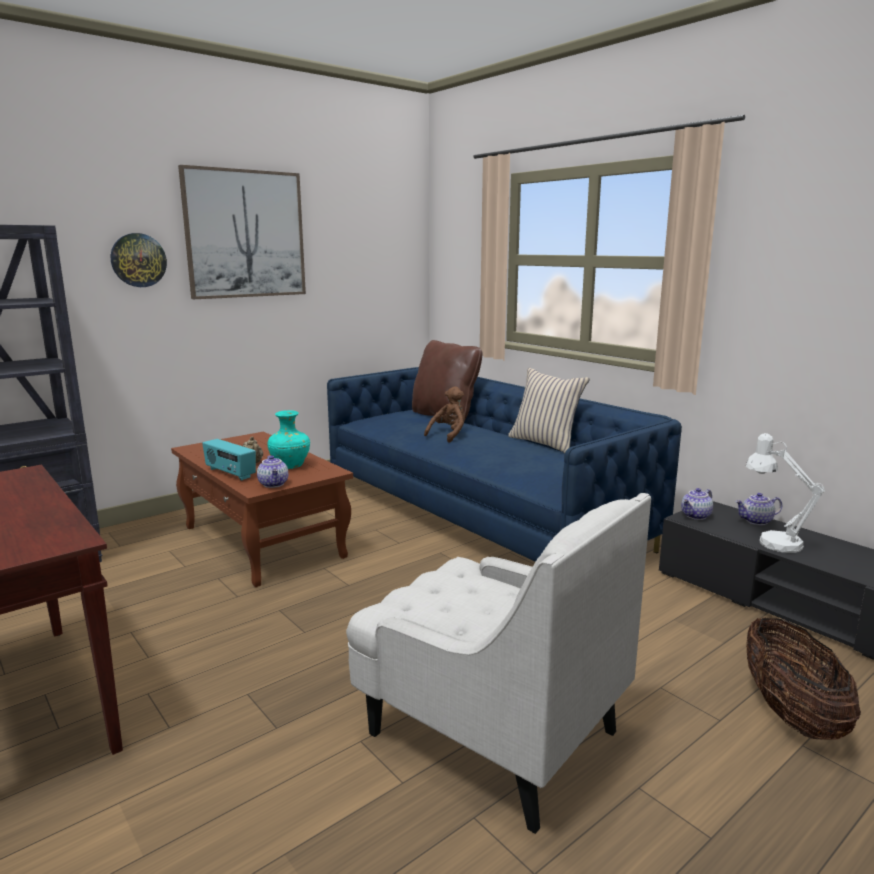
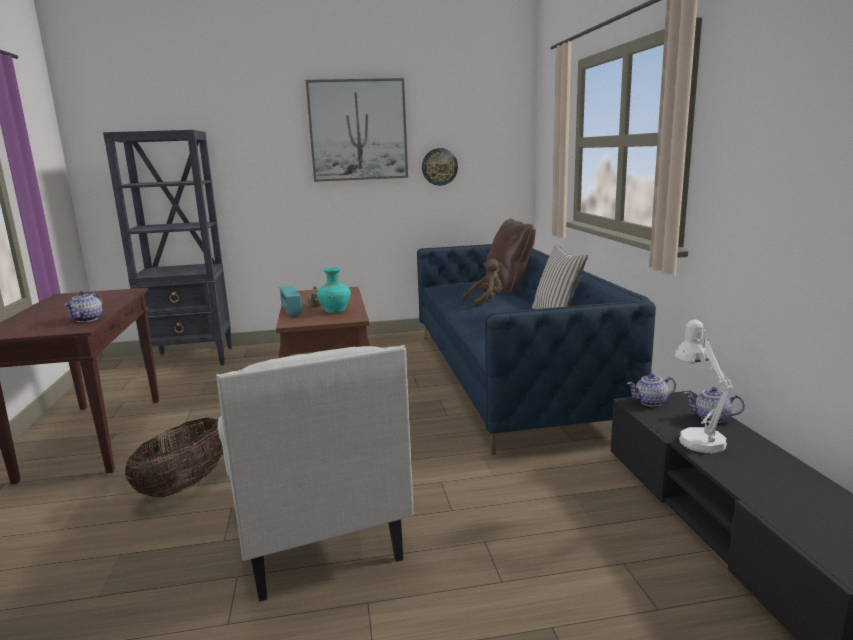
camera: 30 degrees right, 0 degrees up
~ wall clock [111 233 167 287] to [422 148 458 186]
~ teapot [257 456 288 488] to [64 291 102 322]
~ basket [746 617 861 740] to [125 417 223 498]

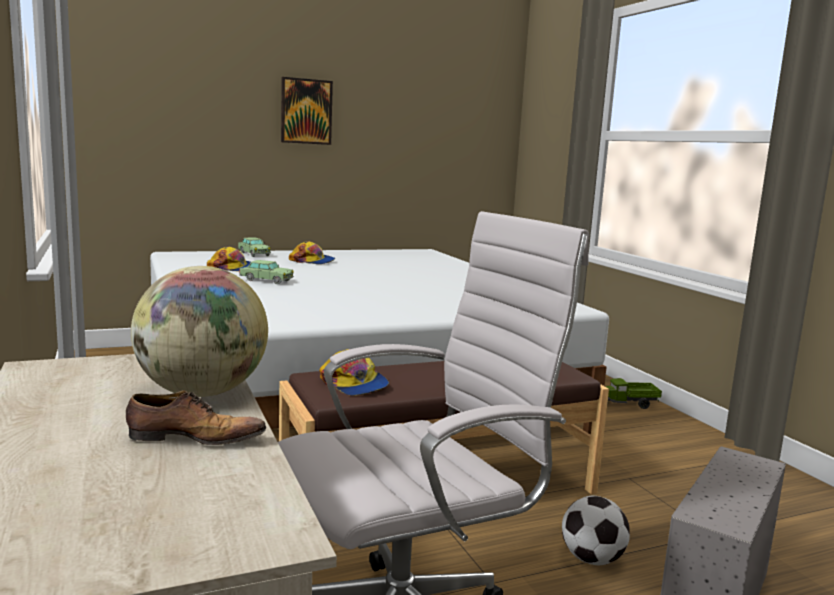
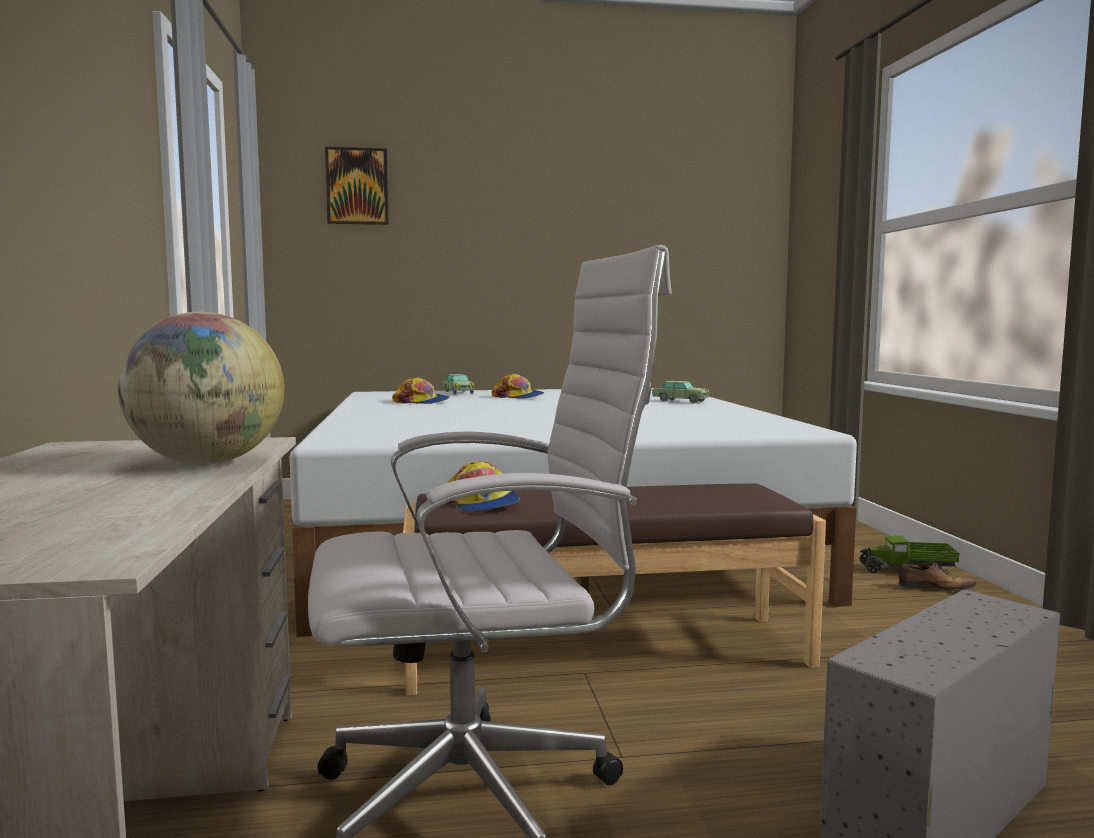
camera: 15 degrees right, 5 degrees down
~ shoe [126 390 266 445] to [898 562 977 591]
~ toy car [239 260 294 284] to [652 381 709 403]
~ picture [281 77 333 145] to [325 147 389 225]
- football [562 496 630 565]

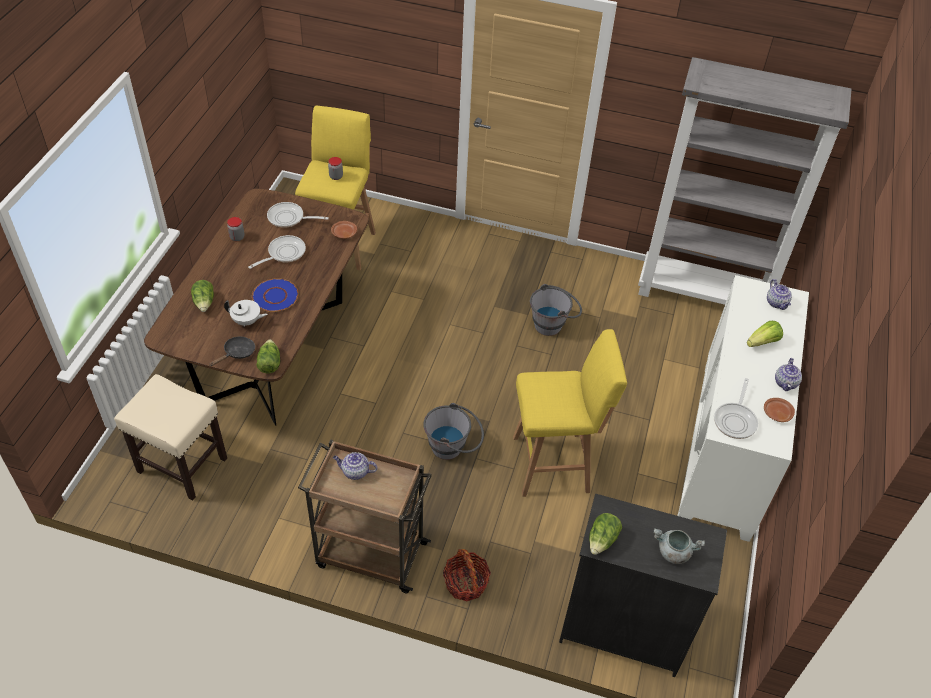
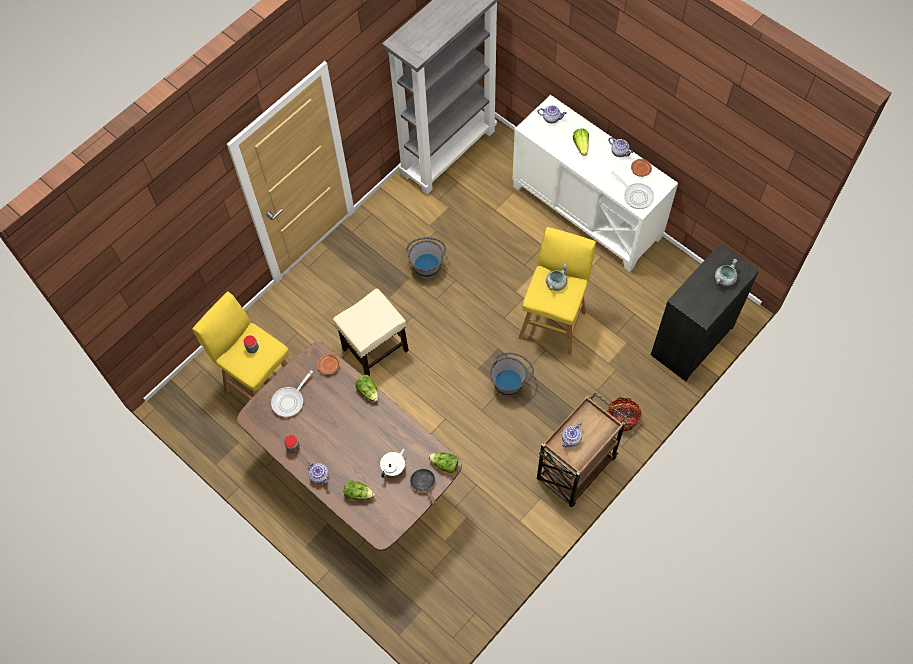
camera: 60 degrees left, 15 degrees up
~ stool in beige [114 374 227 501] to [333 288 409 376]
- frying pan [248 235 306 269]
- plate in blue [252 278 299 312]
~ lettuce [589 513 622 555] to [355 375 378 402]
+ teapot [308 460 329 485]
+ cooking pot in grey [546 264 567 291]

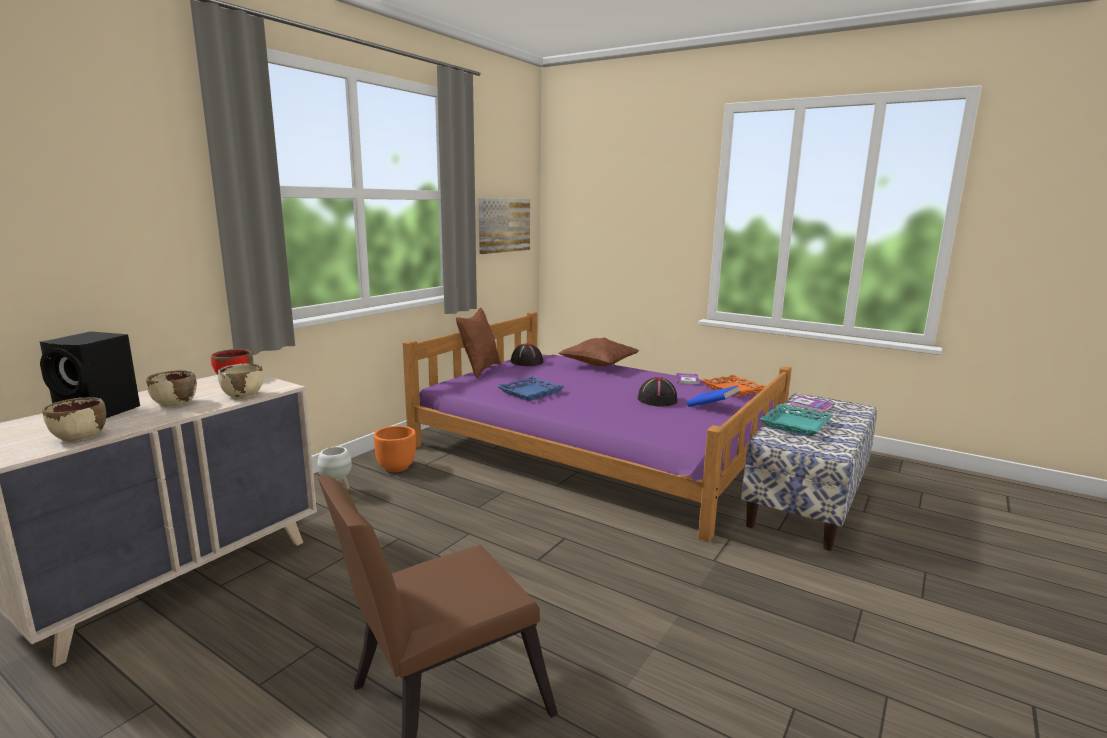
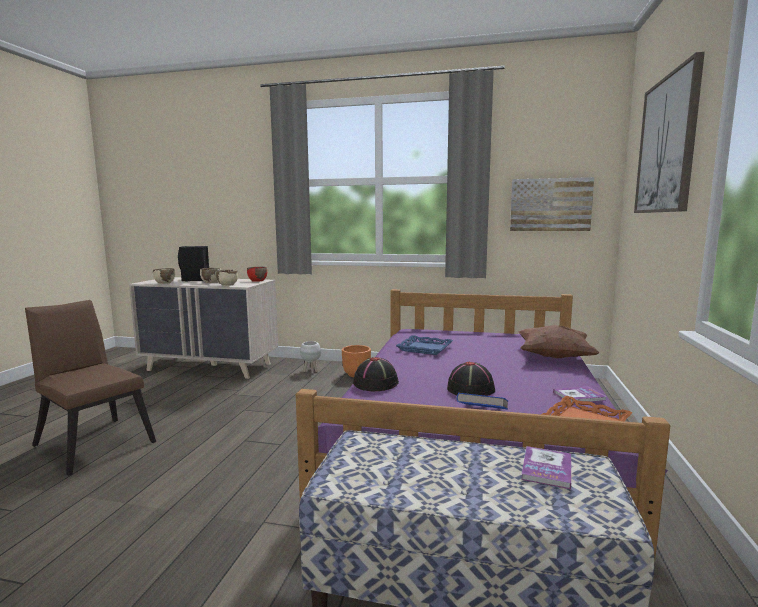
camera: 70 degrees right, 5 degrees down
- pillow in brown [456 307 500 378]
~ hat in black [511 343 544 366] to [353 357 399 391]
- tray in turquoise [760 404 834 436]
+ picture [634 52 705 213]

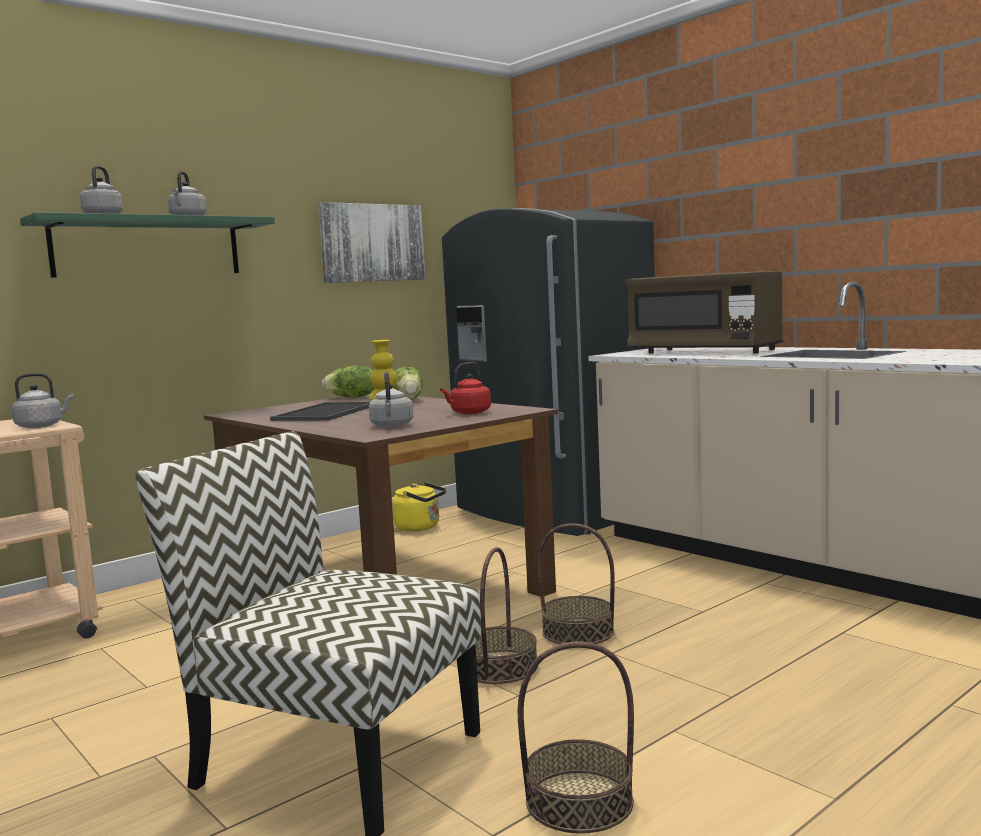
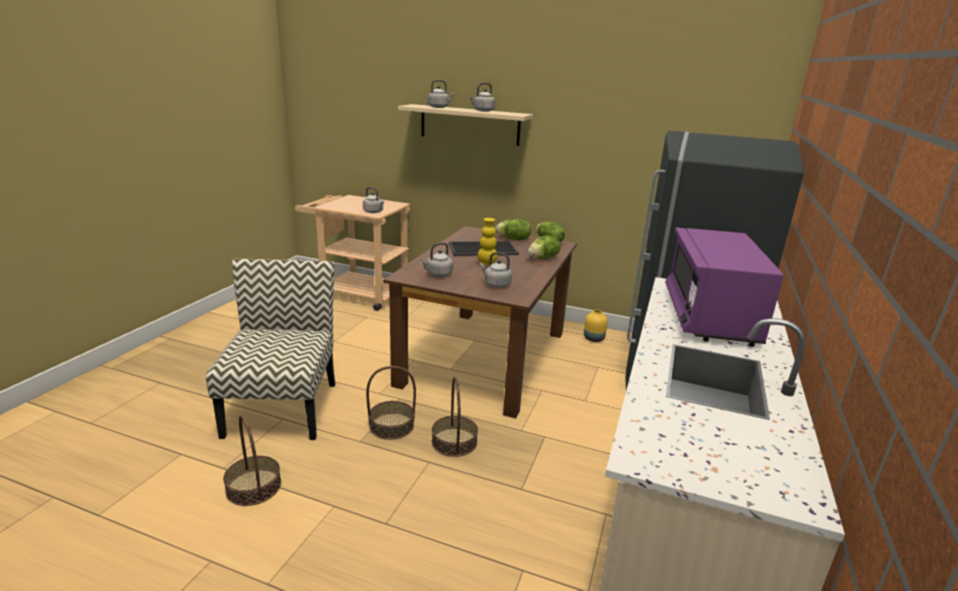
camera: 60 degrees right, 15 degrees up
~ shelf in green [20 212 275 278] to shelf in beige [398 104 533 146]
- picture [318 202 425 283]
~ kettle in yellow [392 482 446 531] to vase in yellow [584 309 608 342]
~ kettle in red [440 362 491 414] to kettle in grey [480 252 512 288]
~ microwave in brown [626 271 783 354] to microwave in purple [665 228 784 347]
+ lettuce [495 219 531 240]

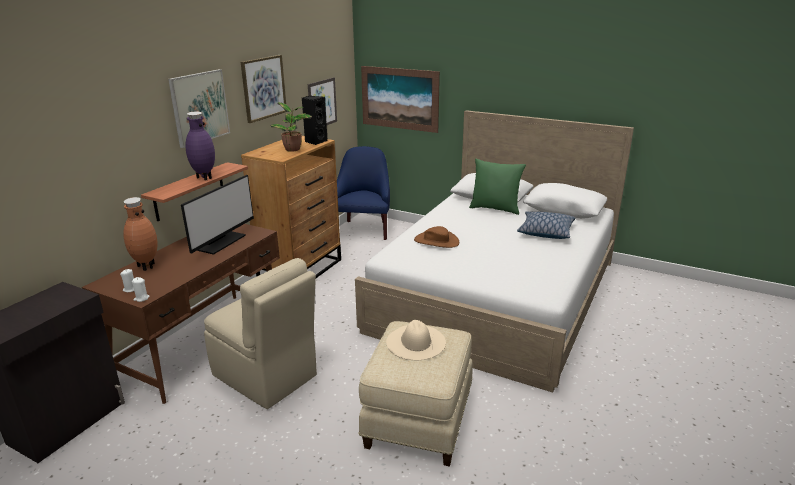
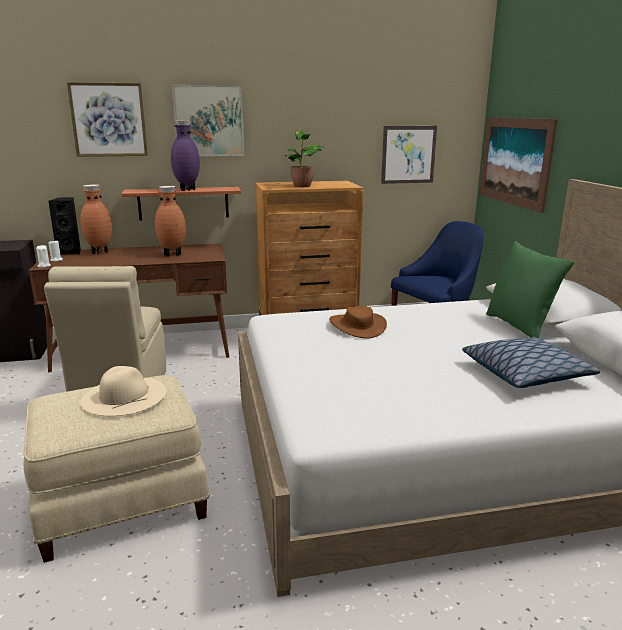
camera: 50 degrees right, 5 degrees down
~ monitor [181 175 254 255] to vase in brown [155 186 186 257]
~ picture [241 55 286 123] to [67 82 148 157]
~ speaker in black [302 96 328 145] to [48 197 81 255]

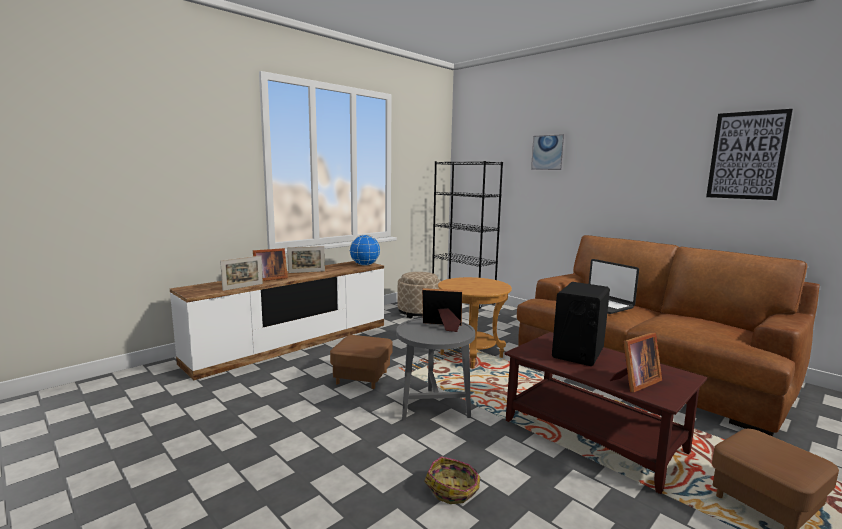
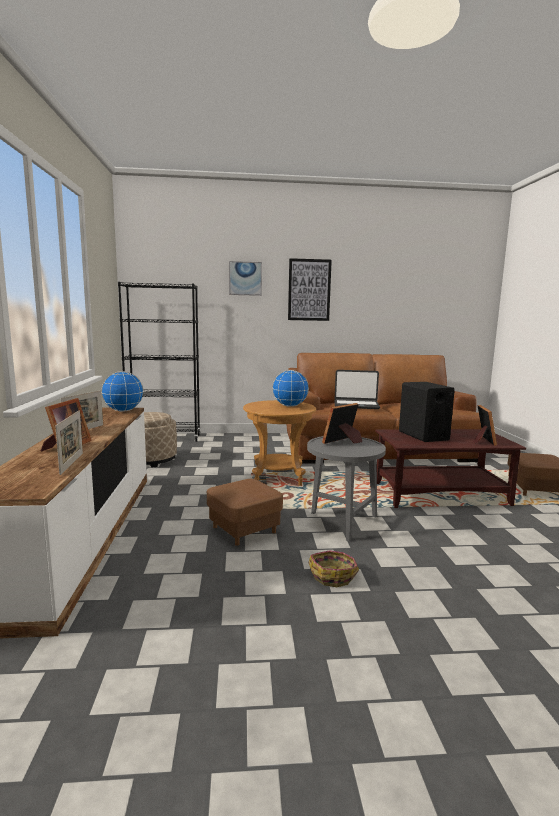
camera: 50 degrees left, 0 degrees up
~ basket [424 456 480 504] to [309 550 359 587]
~ picture [706 109 793 200] to [288 258 332 321]
+ globe [272 370 309 407]

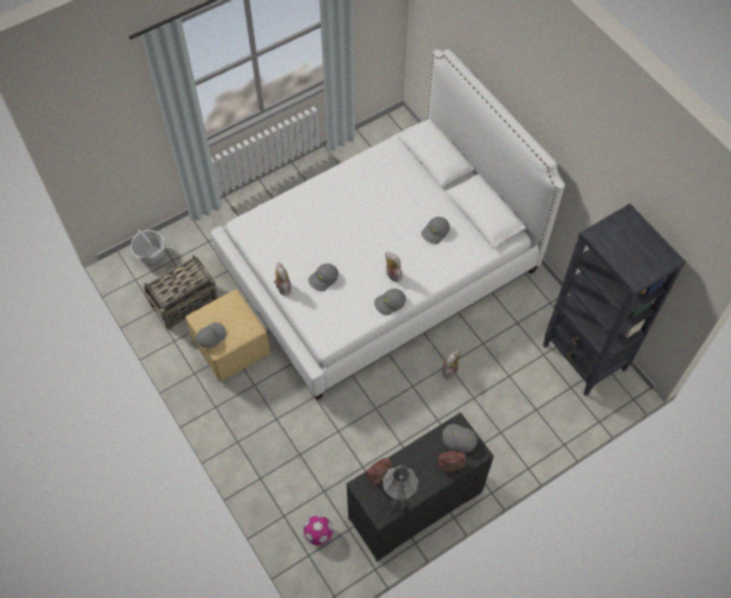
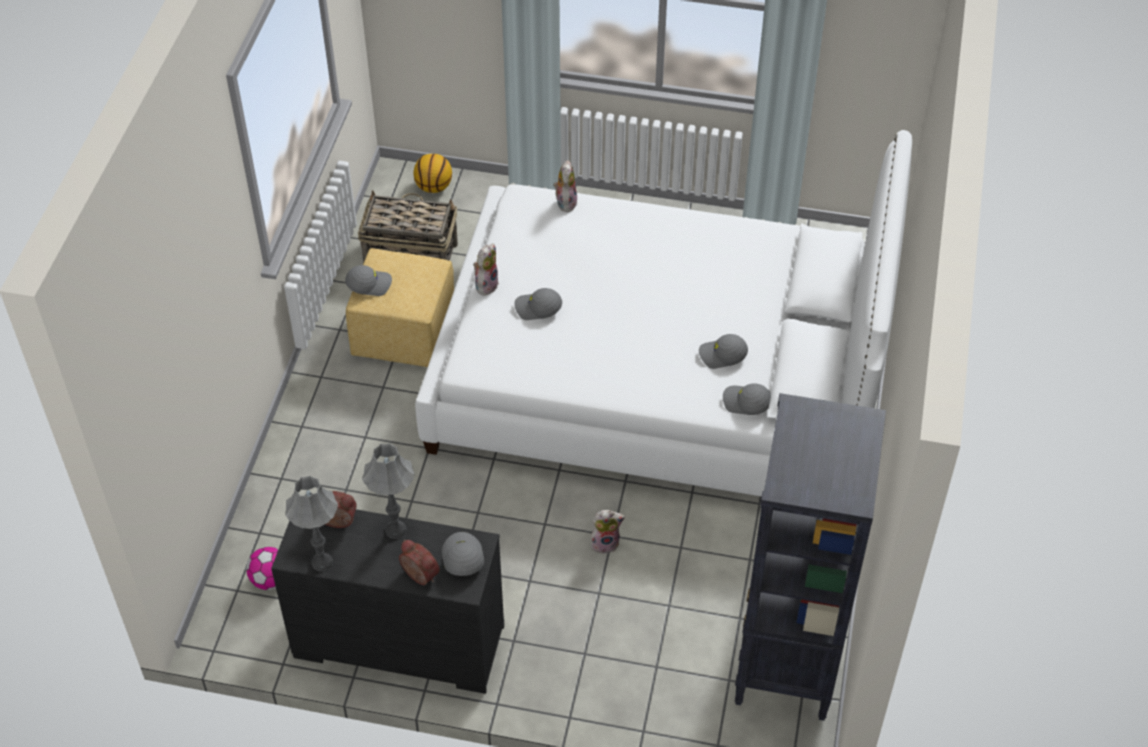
camera: 45 degrees right, 10 degrees down
~ basket [130 230 165 264] to basketball [414 154 452 193]
~ cap in grey [374 288 406 316] to [723 383 771 415]
~ plush toy [386 252 402 282] to [553 161 577 212]
+ table lamp in grey [362 443 414 539]

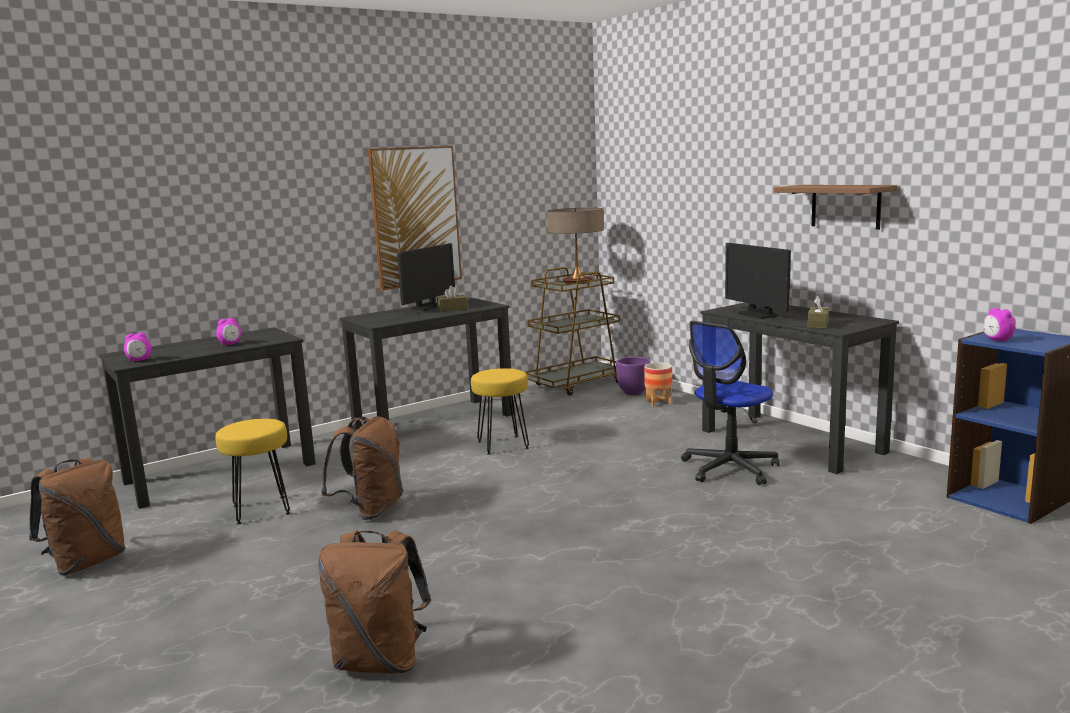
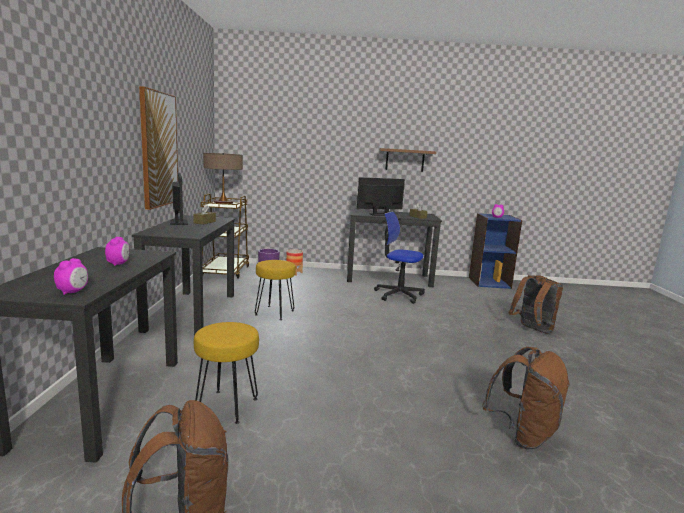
camera: 55 degrees left, 0 degrees up
~ backpack in brown [321 416 403 520] to [509 275 563 334]
~ office chair [681 321 779 485] = [374 212 425 304] 120 degrees clockwise
~ monitor [725 243 791 319] = [357 177 405 216] 150 degrees clockwise

